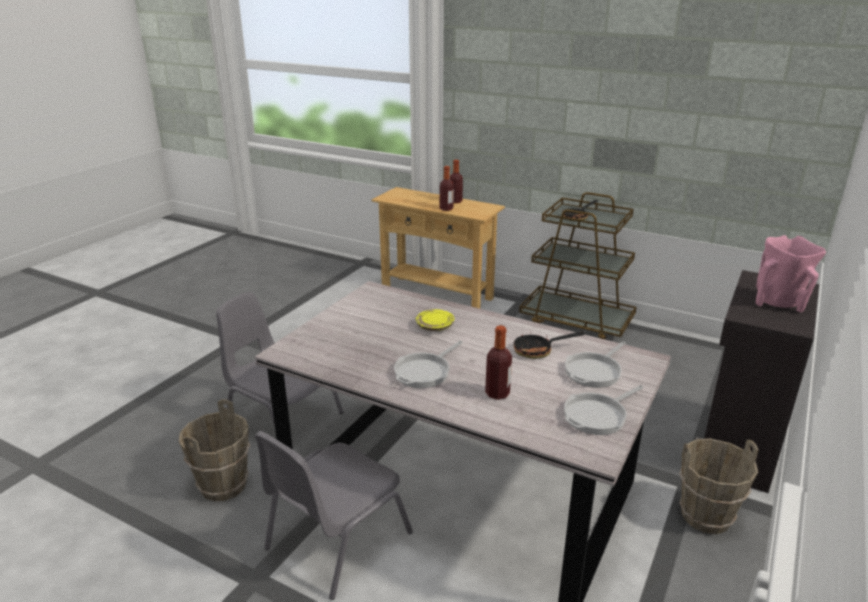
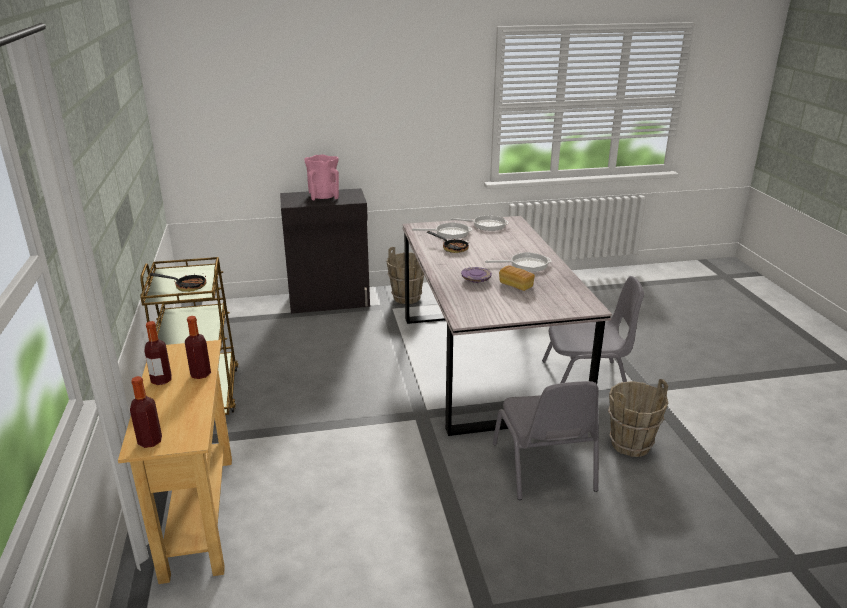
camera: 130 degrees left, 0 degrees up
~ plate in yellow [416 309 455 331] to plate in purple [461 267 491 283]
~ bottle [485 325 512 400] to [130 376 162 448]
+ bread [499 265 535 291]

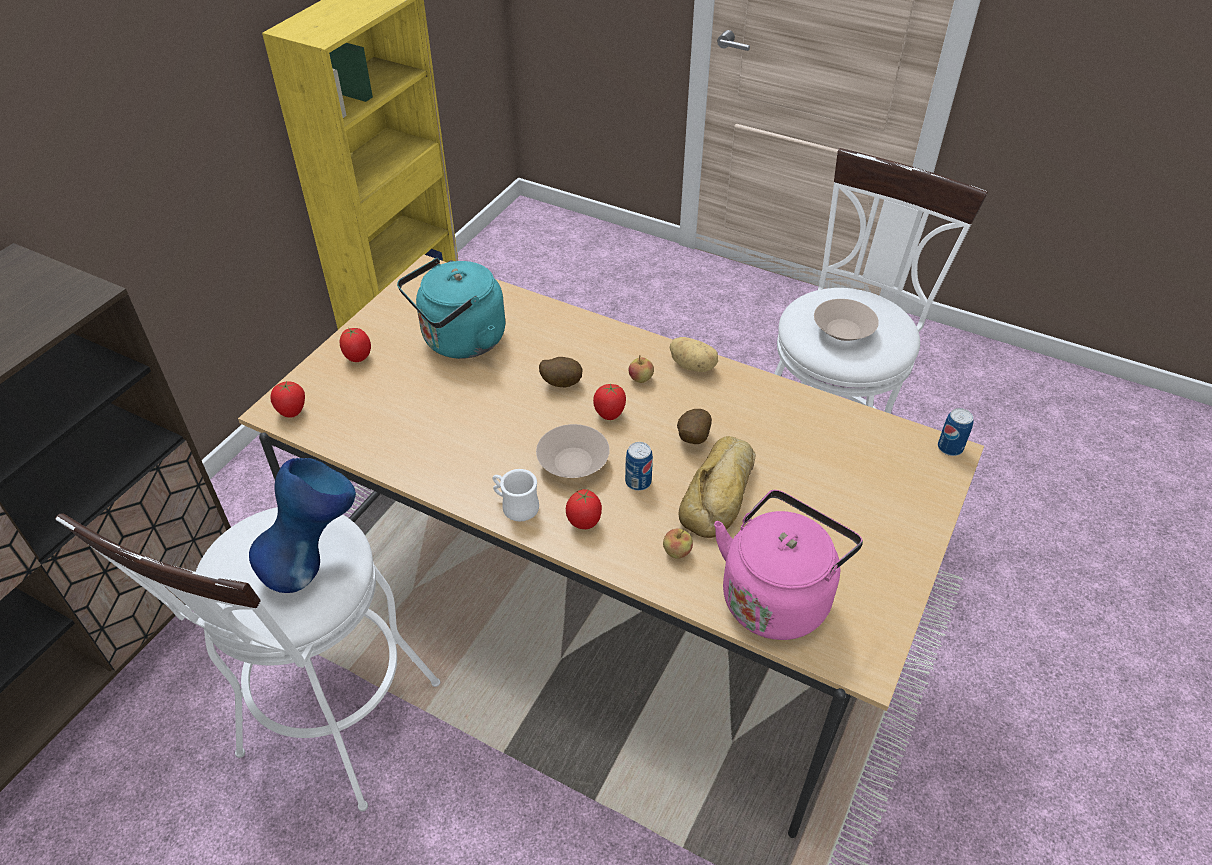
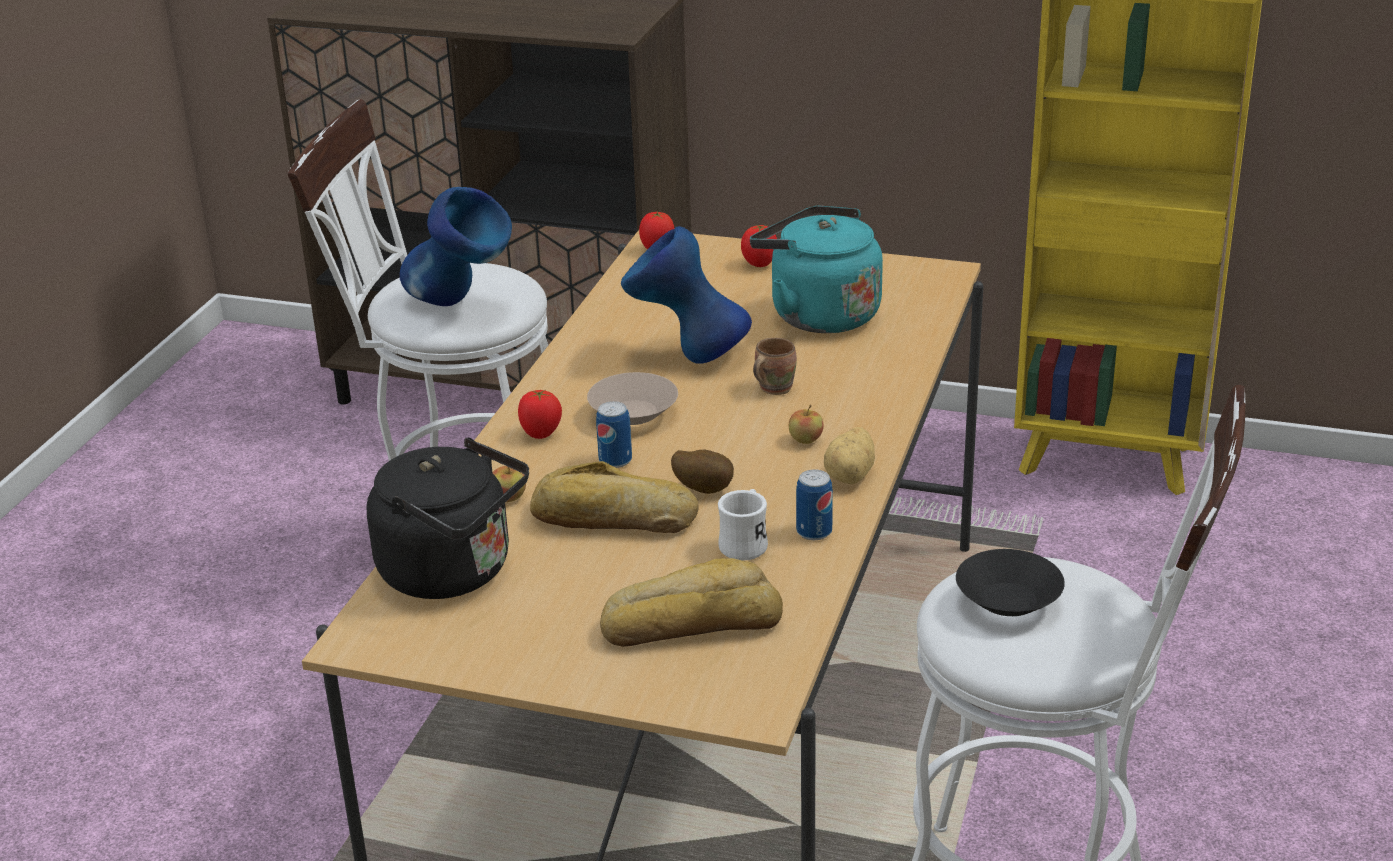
camera: 80 degrees right, 15 degrees down
~ mug in white [492 469 539 521] to [718 489 768 561]
~ potato [539 357 582 387] to mug in brown [753 338 797 395]
- tomato [593 383 626 420]
~ kettle in pink [714 490 863 640] to kettle in black [366 438 529 599]
~ bowl in beige [814 299 879 341] to bowl in black [956 549 1065 616]
~ can [938 408 974 456] to [796 469 833 540]
+ bread [600 558 783 647]
+ vase in blue [621 226 752 364]

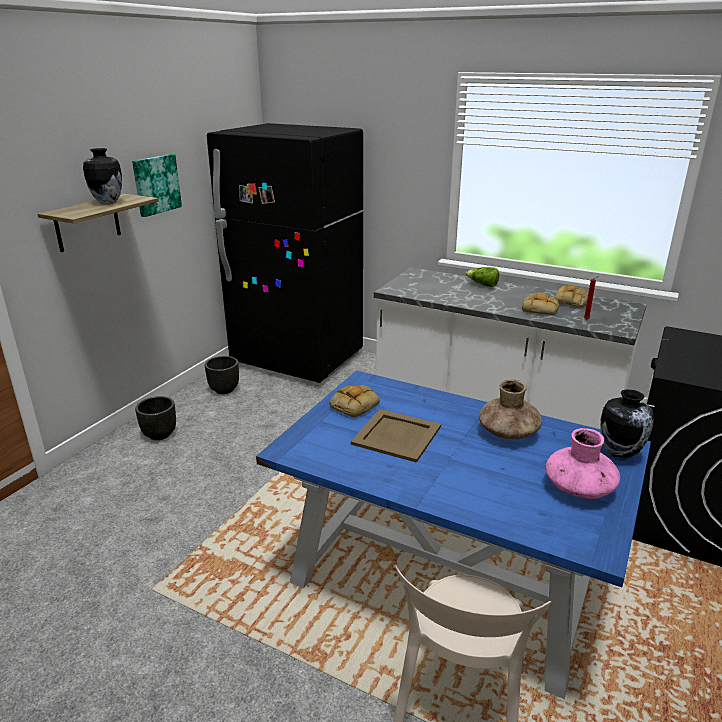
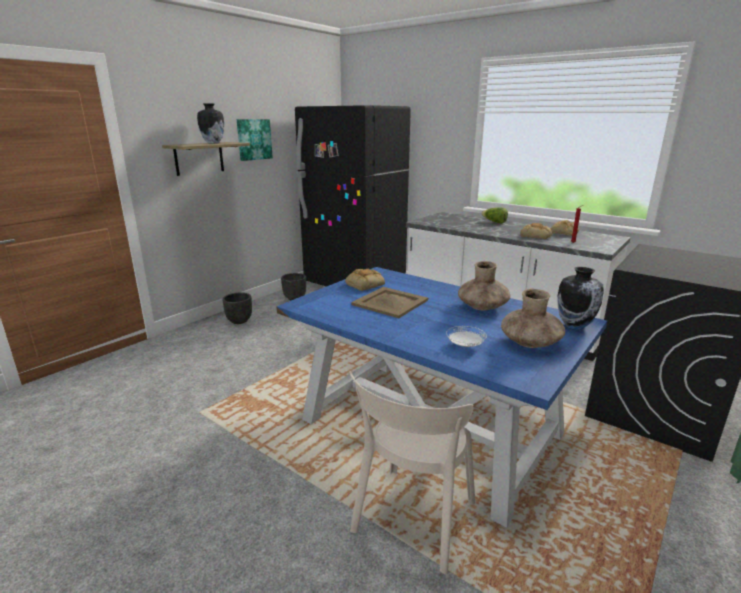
camera: 10 degrees right, 5 degrees down
~ vase in pink [546 428 620 499] to vase in brown [501 289 565 348]
+ plate in white [446 326 487 347]

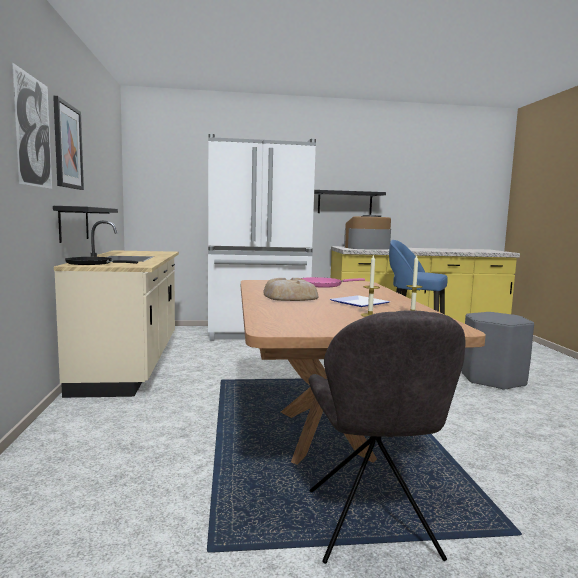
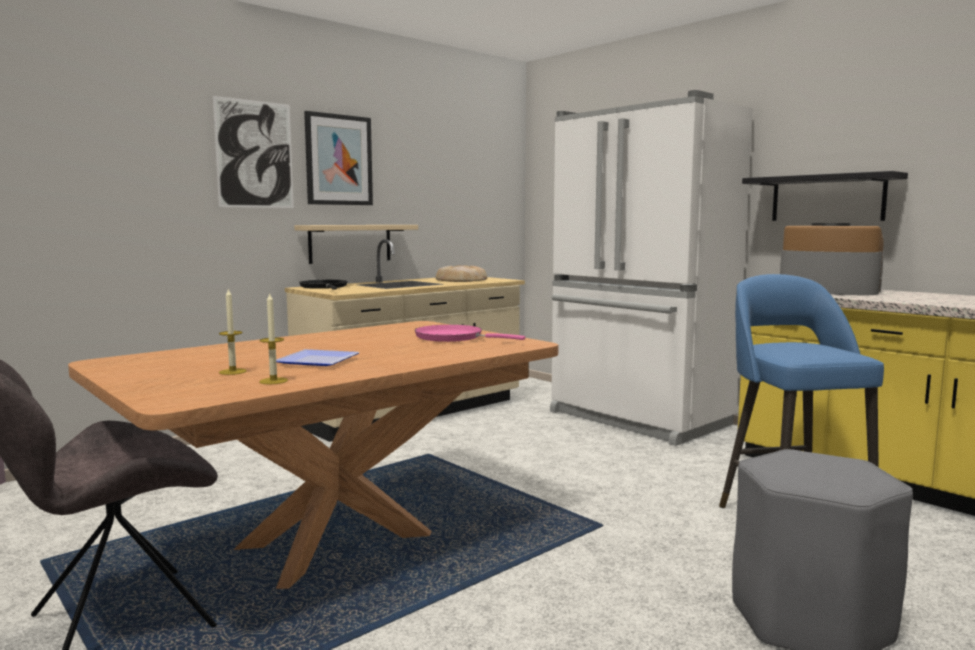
camera: 55 degrees right, 0 degrees up
~ shelf in black [53 206 118 243] to shelf in beige [294 225 418 264]
~ bread [263 278 318 301] to [436 265 487 282]

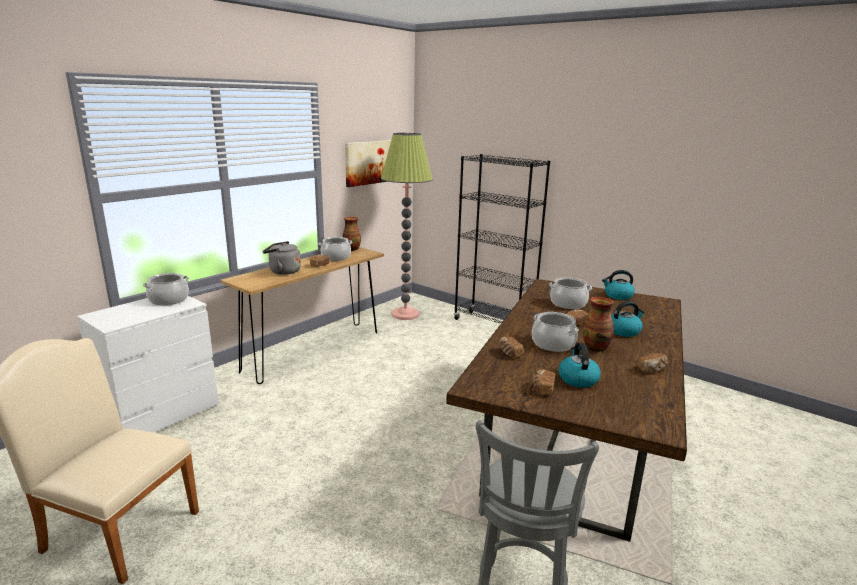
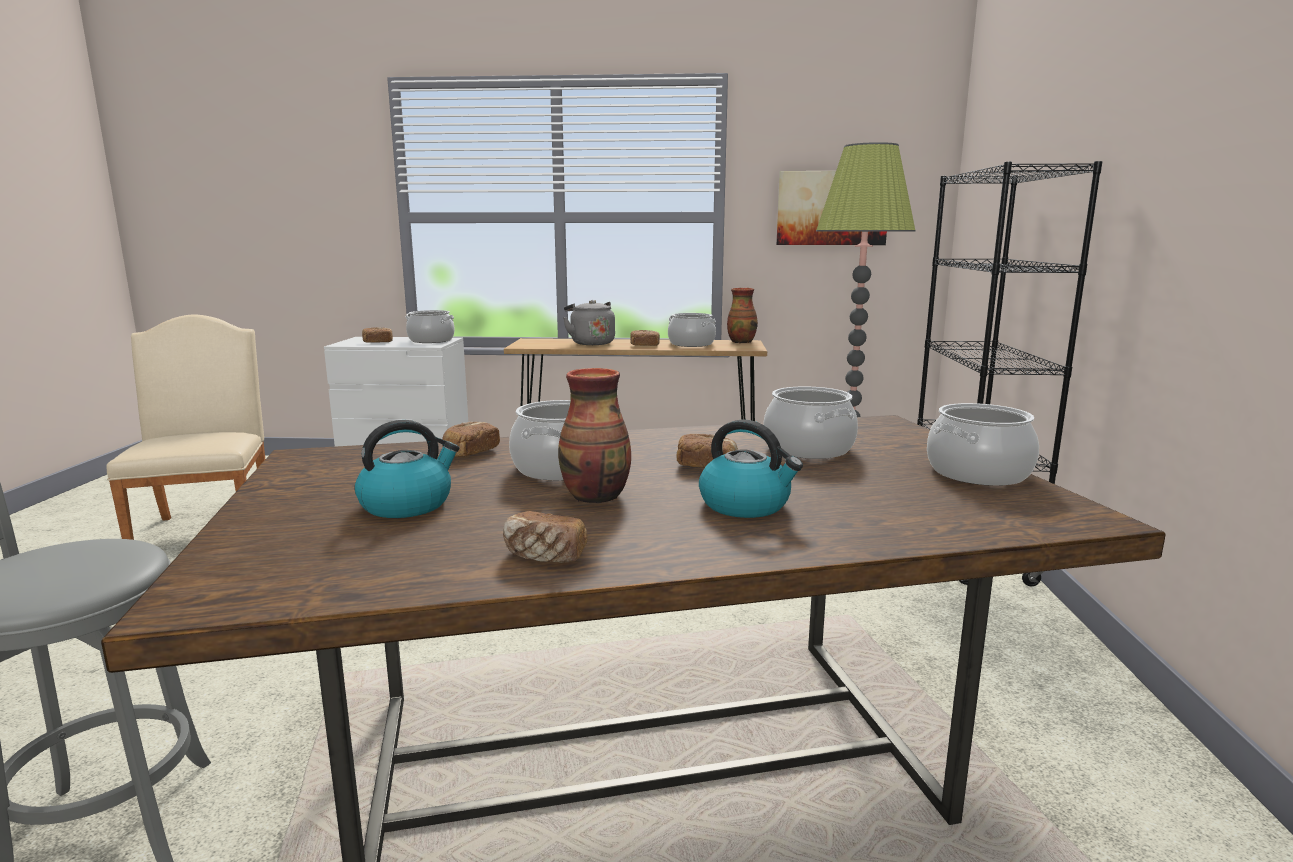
camera: 55 degrees right, 5 degrees down
~ bread [533 370 555 395] to [362 327 393 342]
~ kettle [602 270 635 300] to cooking pot [927 403 1039 486]

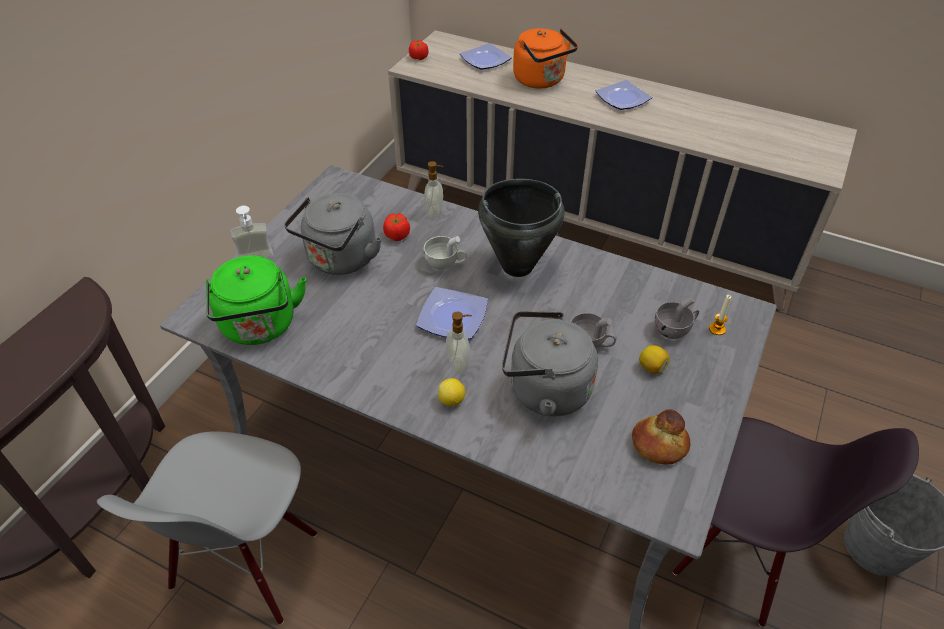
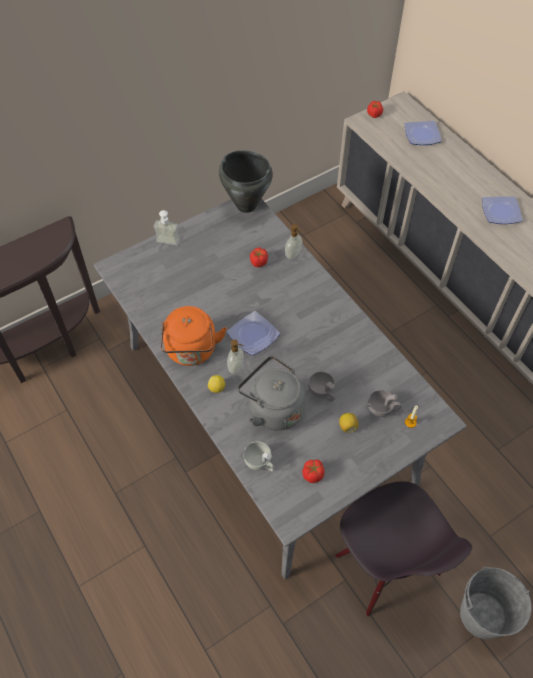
camera: 30 degrees right, 10 degrees up
- chair in grey [97 431 317 624]
- kettle in green [206 255 306 345]
- kettle in grey [284 193 382 275]
~ cup in white [424 236 467 270] to [244 441 274 471]
~ cooking pot in black [478 179 565 277] to [219 150 273 213]
~ kettle in orange [513 28 578 88] to [160 306 227 366]
~ bread [632 409 690 465] to tomato [302 459 324 483]

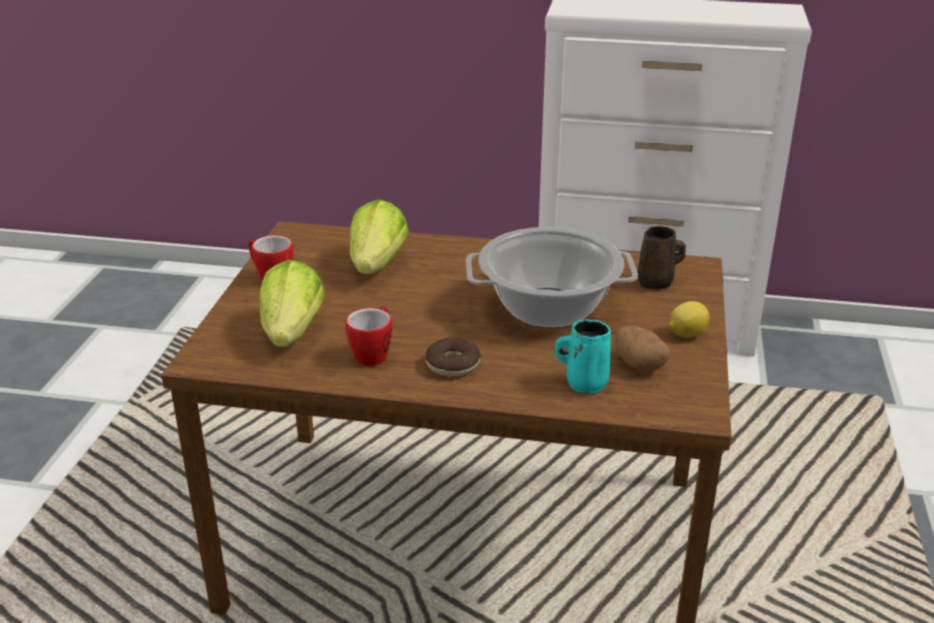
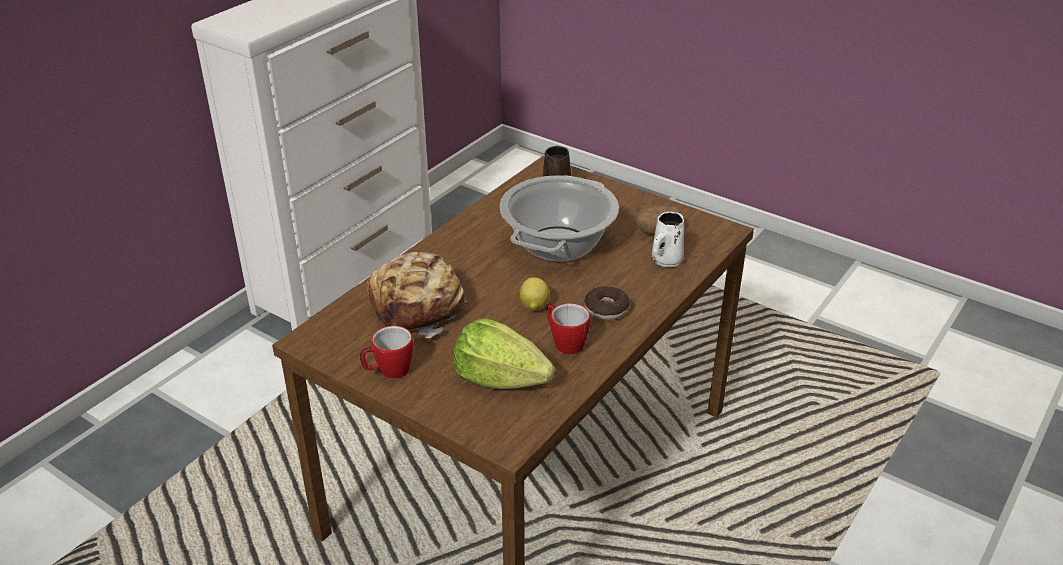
camera: 65 degrees left, 5 degrees up
~ lettuce [350 199 409 274] to bread [366 252 468 338]
~ mug in turquoise [555 320 611 394] to mug in white [652 212 684 267]
~ lemon [669 301 710 337] to [520 277 550 311]

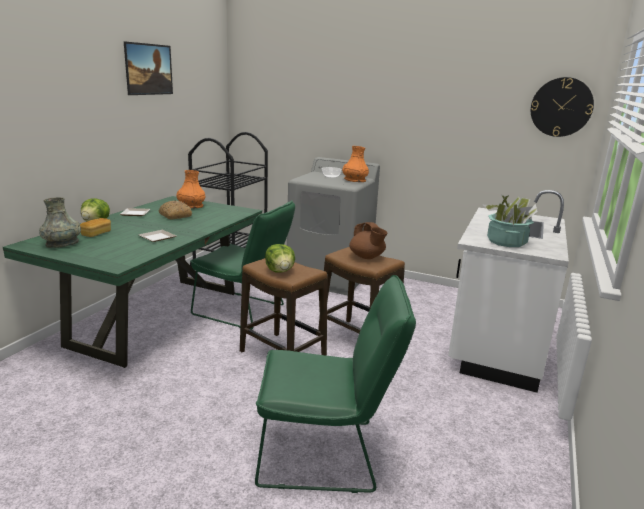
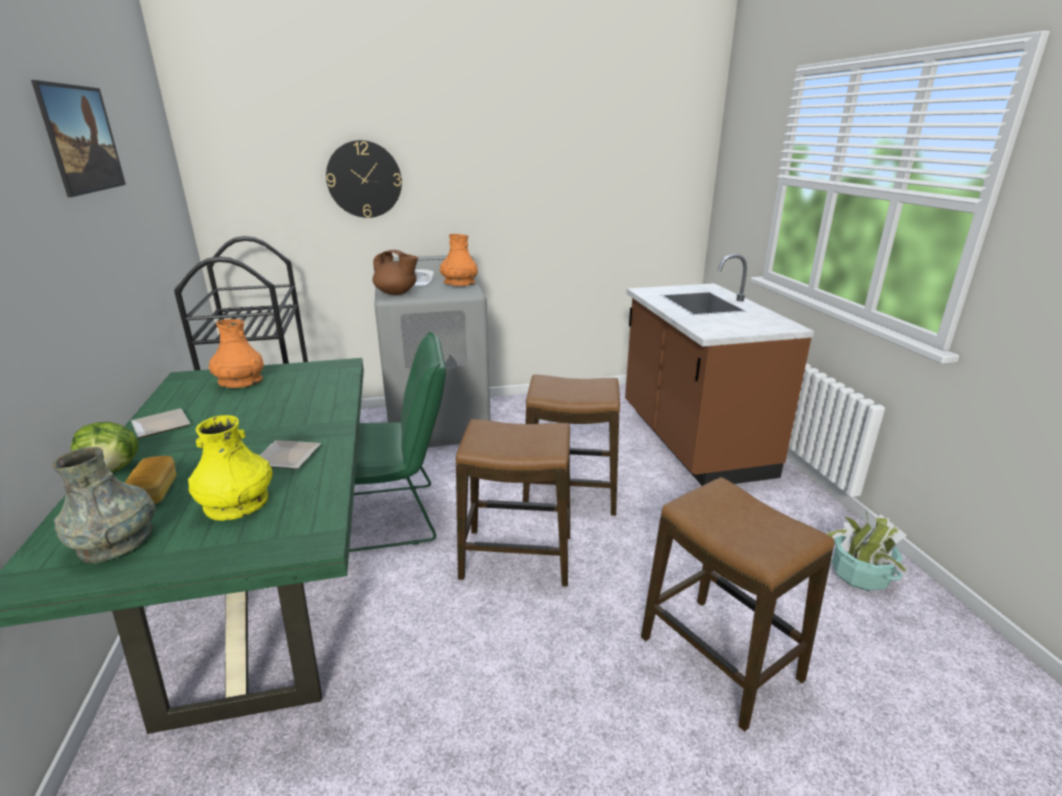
camera: 35 degrees left, 5 degrees up
- bread [159 200 192 219]
~ chair in green [255 275 416 493] to stool [641 477 834 732]
- lettuce [265 244 295 273]
~ teapot in brown [349 222 387 259] to [373 250 418 295]
~ counter in white [448 190 569 393] to counter in brown [625 254 814 486]
~ potted plant [483 195 538 247] to [825 509 909 591]
~ wall clock [531 77 594 137] to [326 140 402 218]
+ vase in yellow [188 415 273 521]

